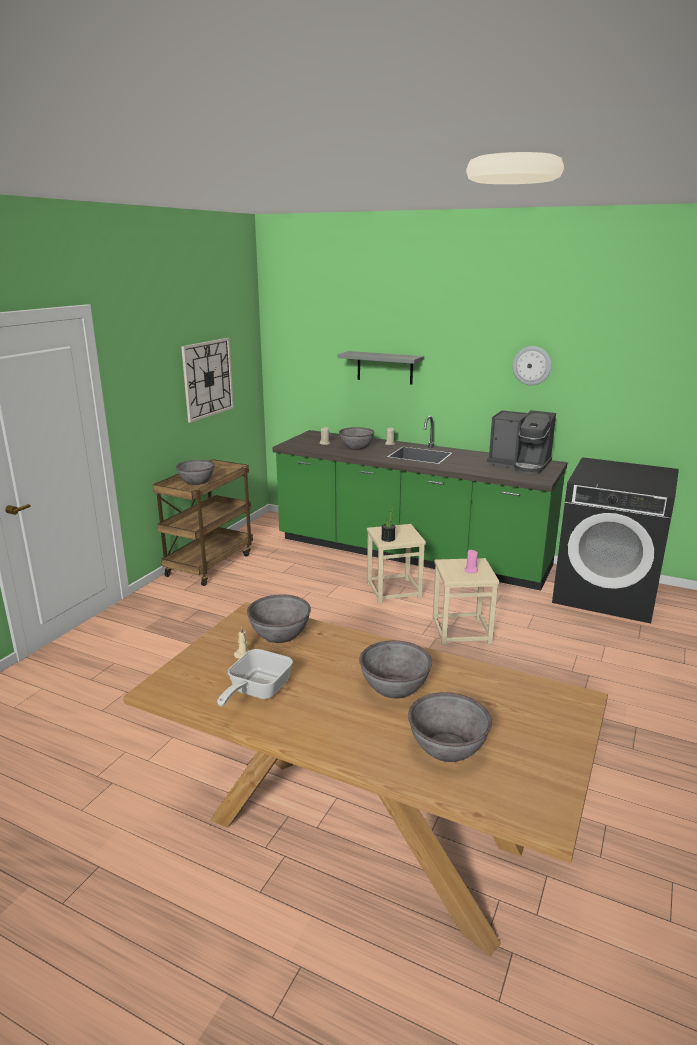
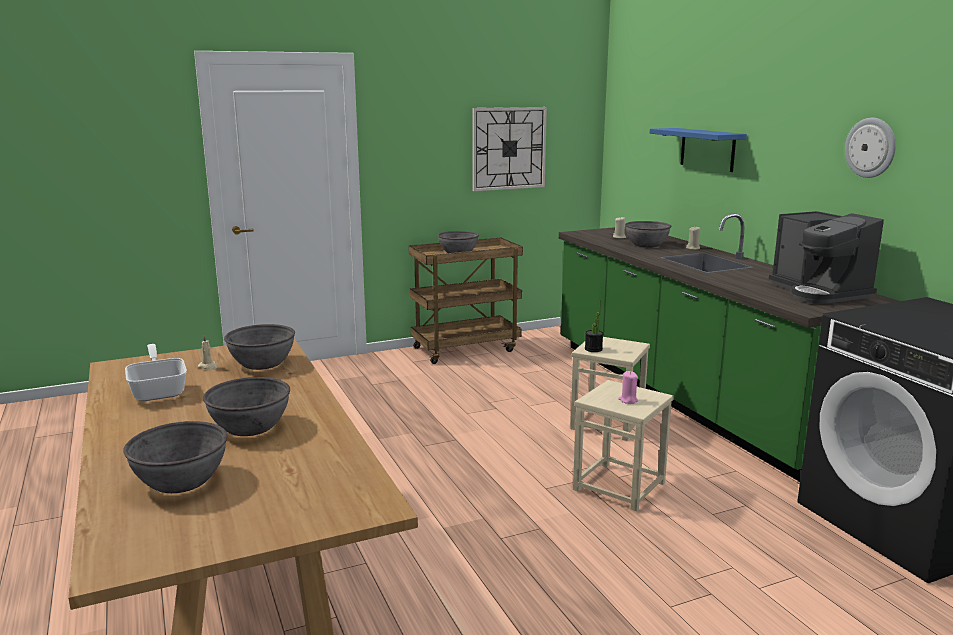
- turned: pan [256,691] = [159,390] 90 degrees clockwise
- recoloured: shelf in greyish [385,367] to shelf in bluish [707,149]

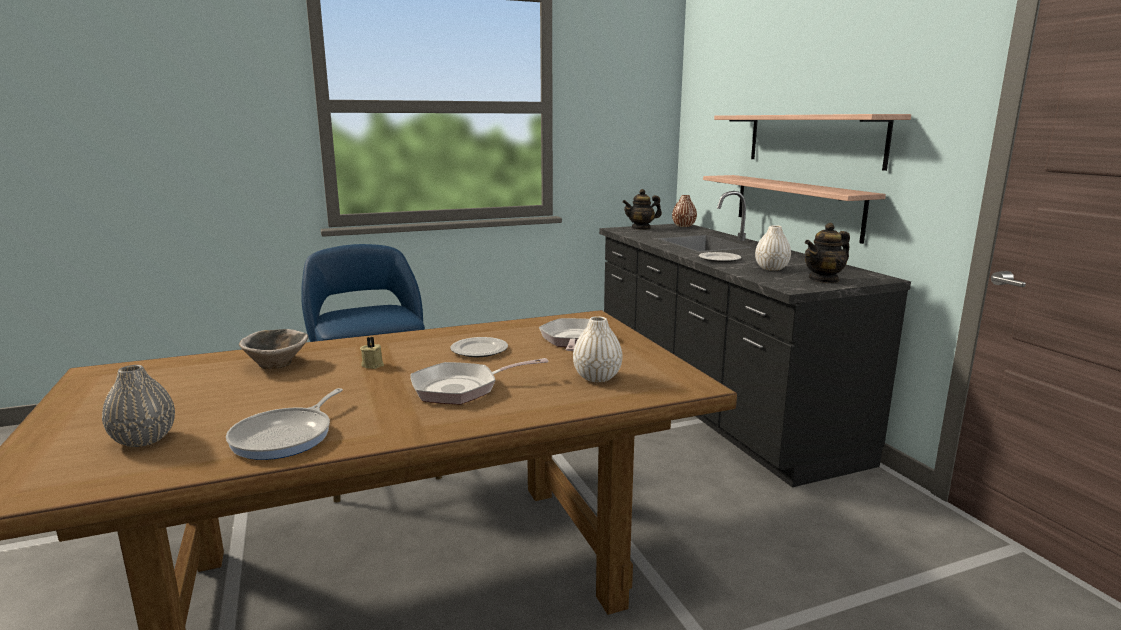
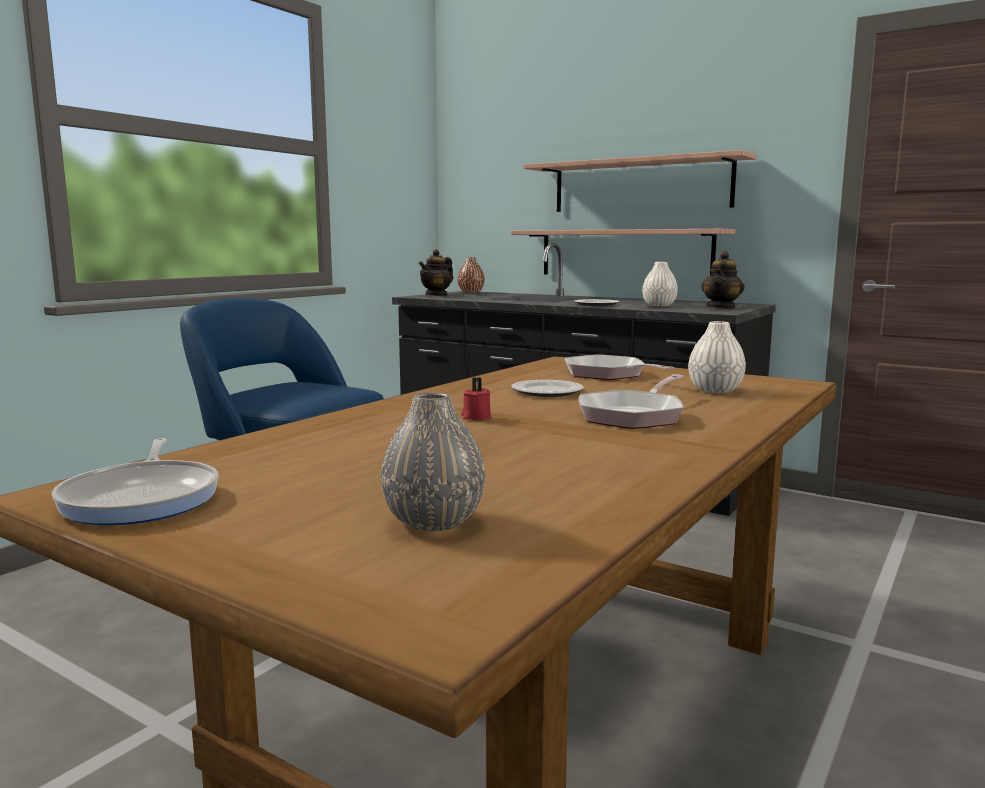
- moved: pan [286,436] to [143,498]
- recoloured: wax light in beige [373,365] to wax light in red [476,417]
- removed: serving bowl [277,364]

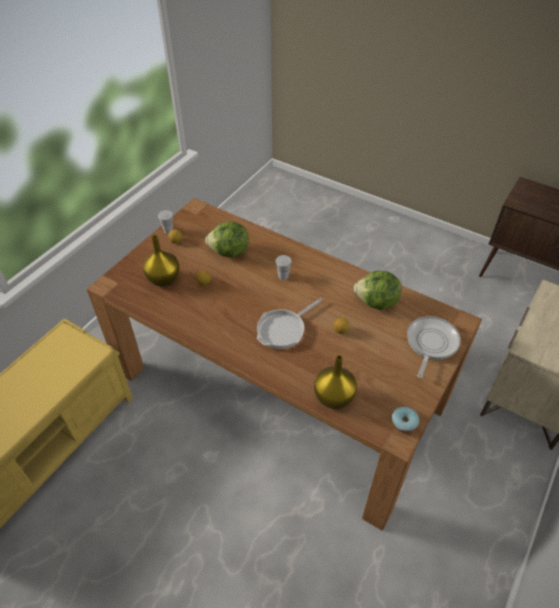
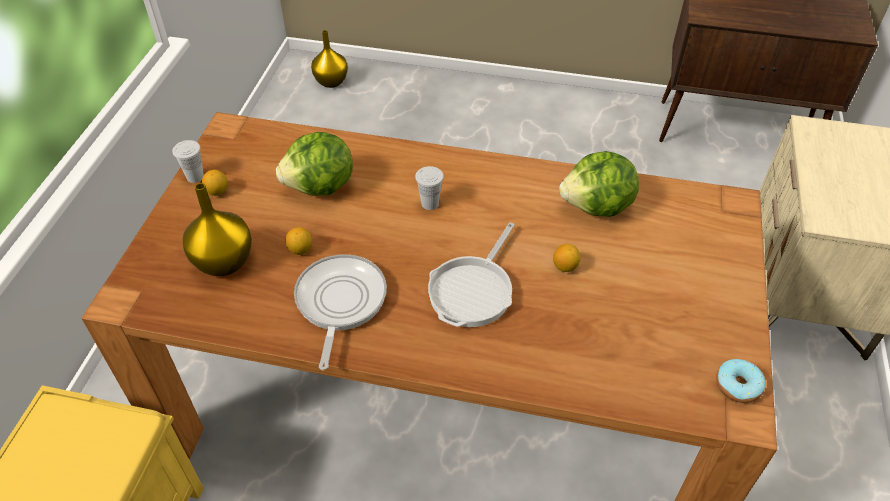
- moved: pan [430,343] to [339,302]
- moved: vase in yellowish [334,398] to [332,82]

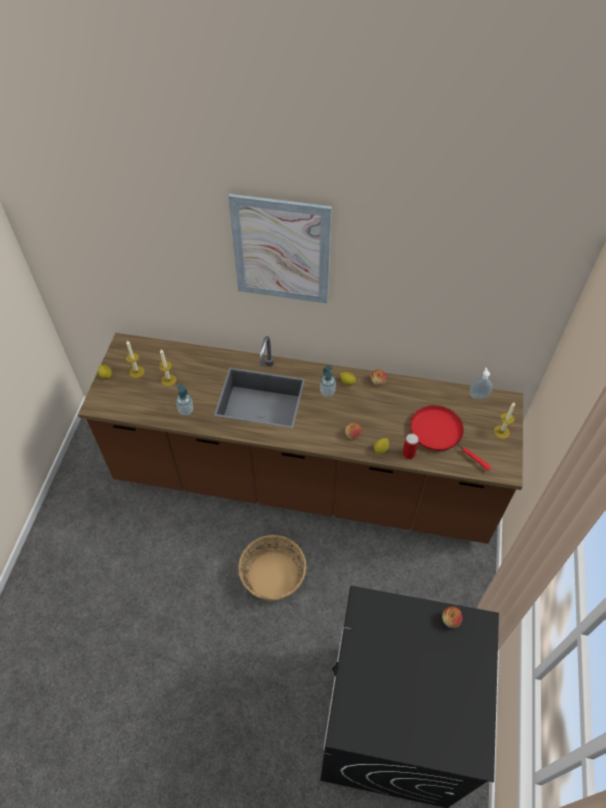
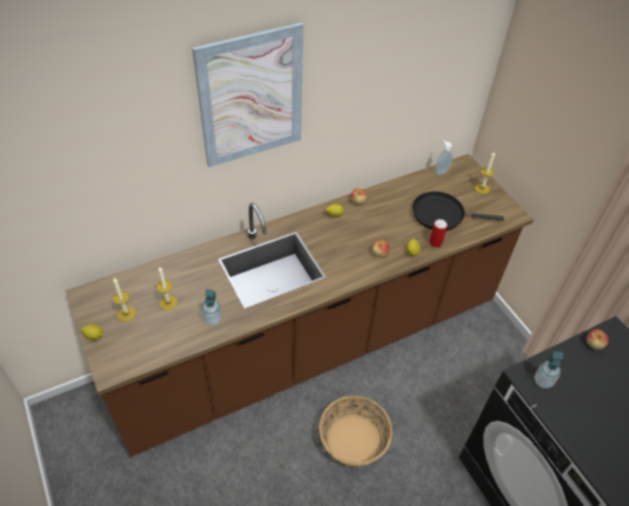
- recoloured: pan in red [439,433] to pan in black [441,214]
- moved: liquid soap bottle [327,392] to [543,381]

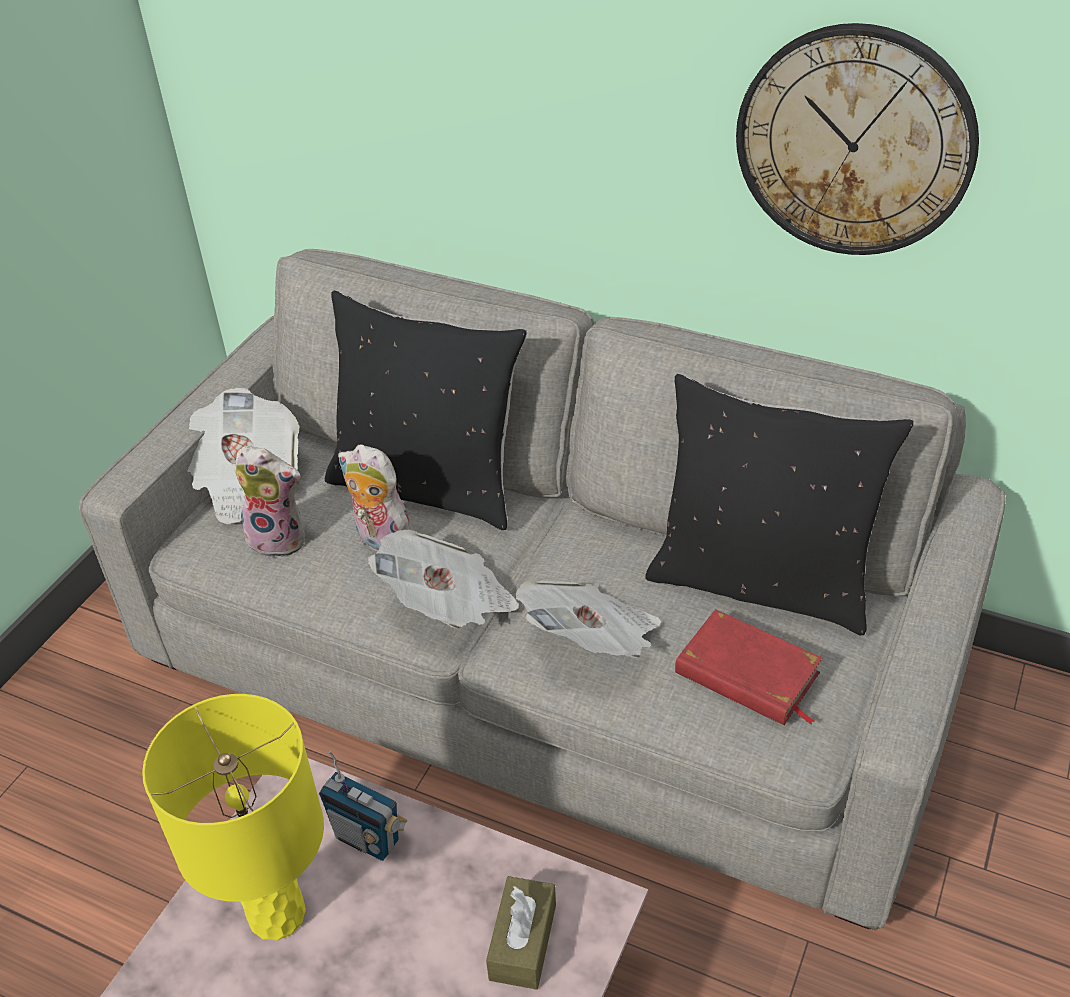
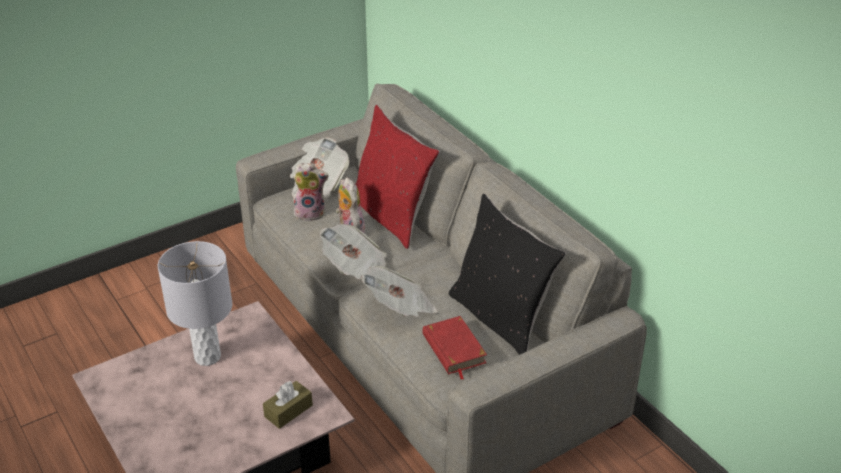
- recoloured: table lamp in yellowish [276,915] to table lamp in greyish [207,357]
- turned: plush toy [280,538] = [311,213] 45 degrees counterclockwise
- recoloured: throw pillow in black [429,484] to throw pillow in red [392,216]
- removed: radio [368,838]
- removed: wall clock [854,142]

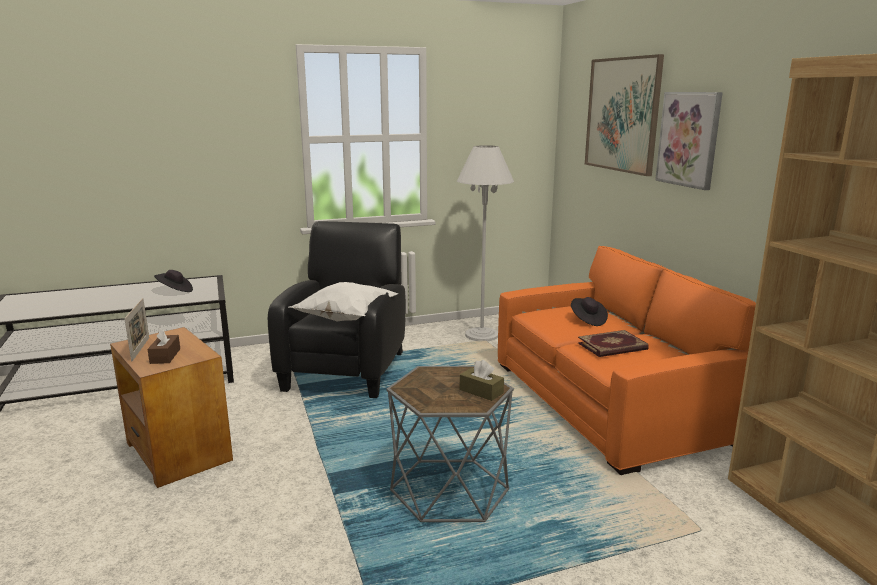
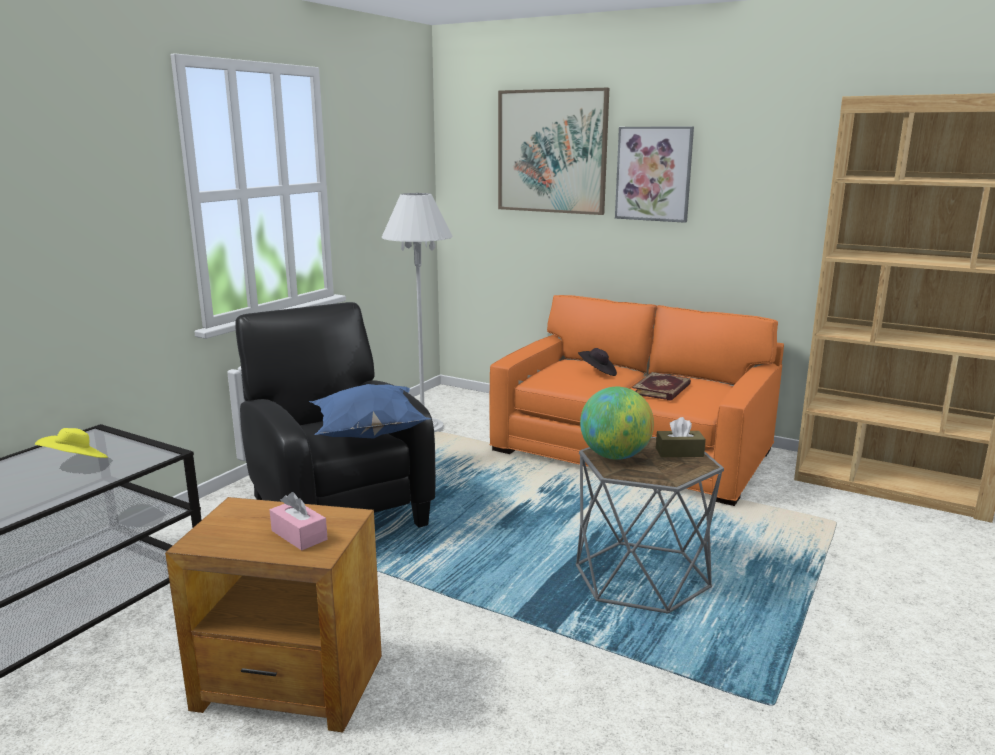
- recoloured: hat in black [175,291] to hat in yellowish [75,462]
- recoloured: box of tissues in brown-coloured [165,356] to box of tissues in pinkish [299,535]
- recoloured: throw pillow in white-coloured [345,319] to throw pillow in bluish [368,435]
- added: world globe [615,456]
- removed: photo frame [140,349]

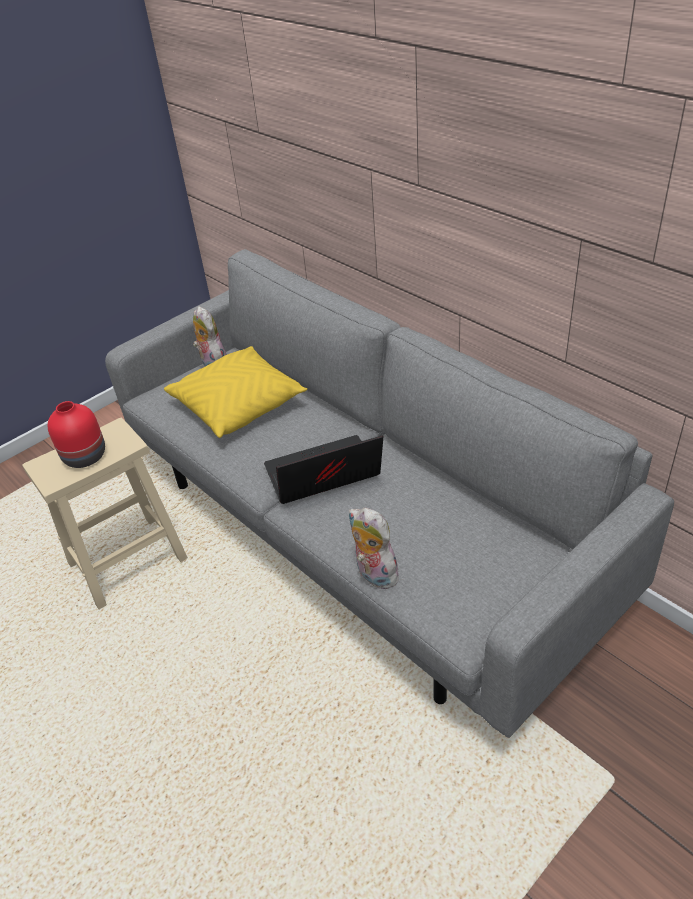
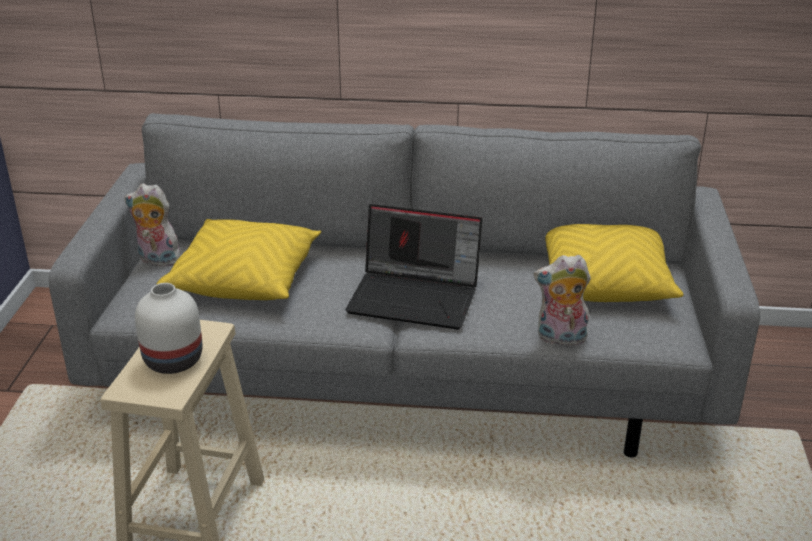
- recoloured: vase in red [84,455] to vase in white-coloured [171,360]
- turned: notebook computer [322,477] = [416,297] 105 degrees counterclockwise
- added: throw pillow in yellowish [603,281]

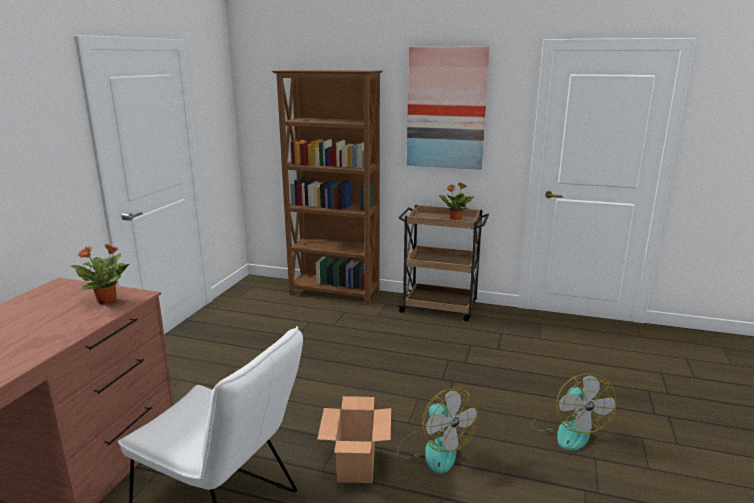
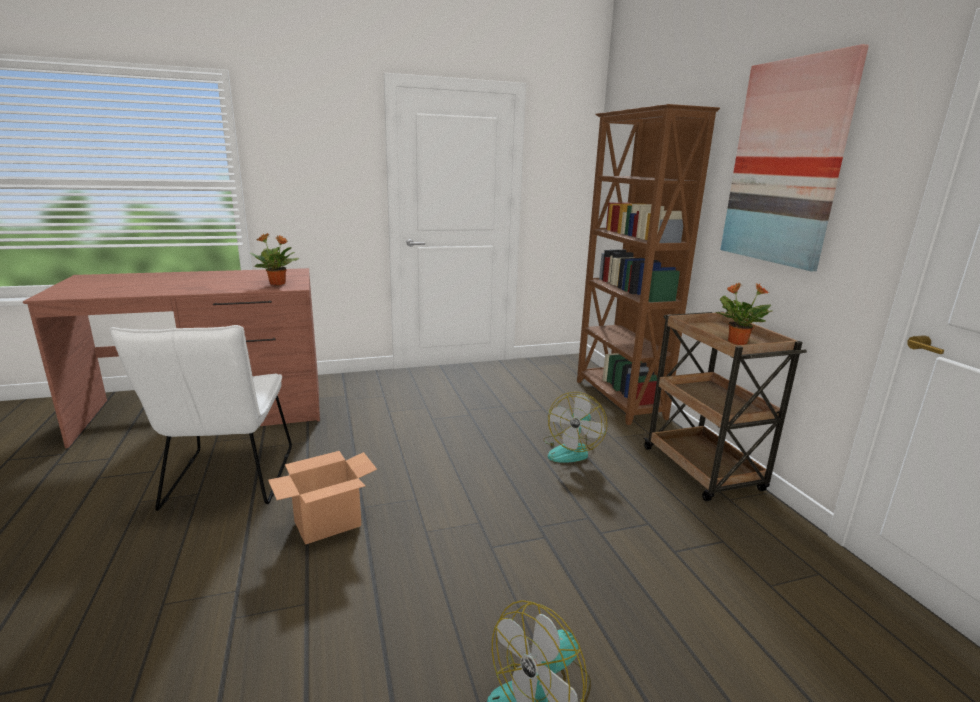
- moved: electric fan [434,450] to [571,450]

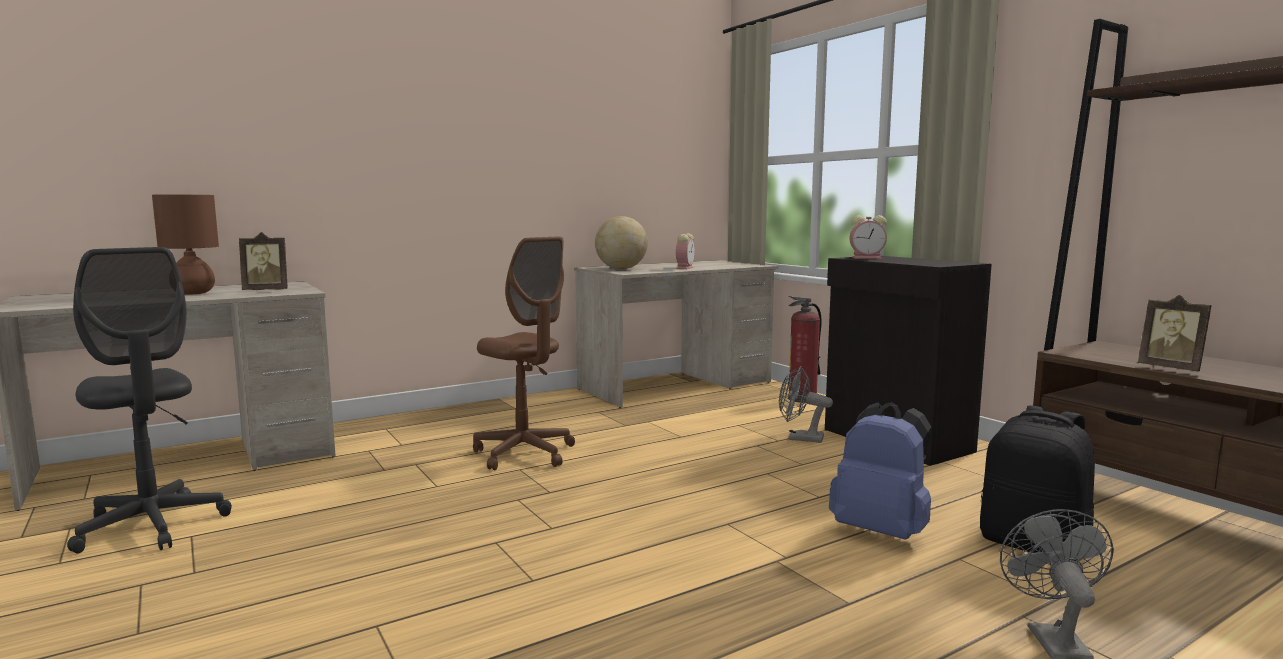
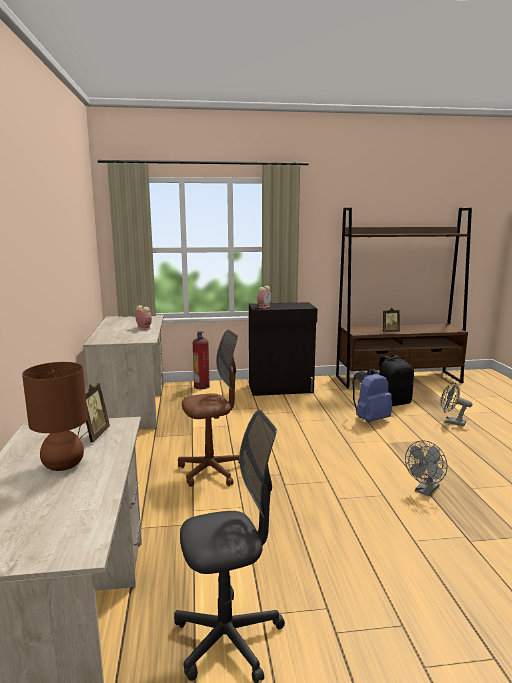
- moved: electric fan in greyish [799,438] to [425,491]
- removed: world globe [621,269]

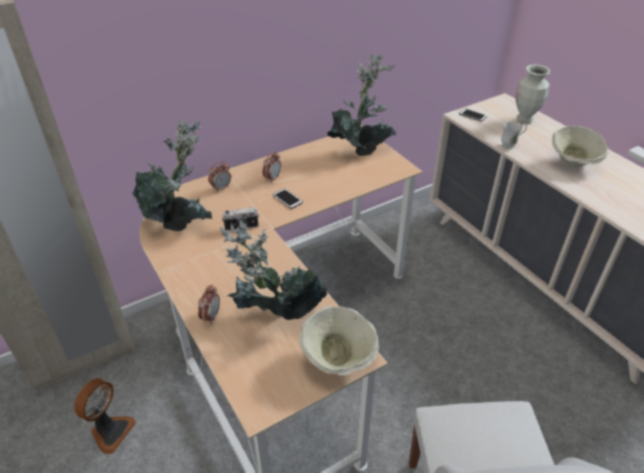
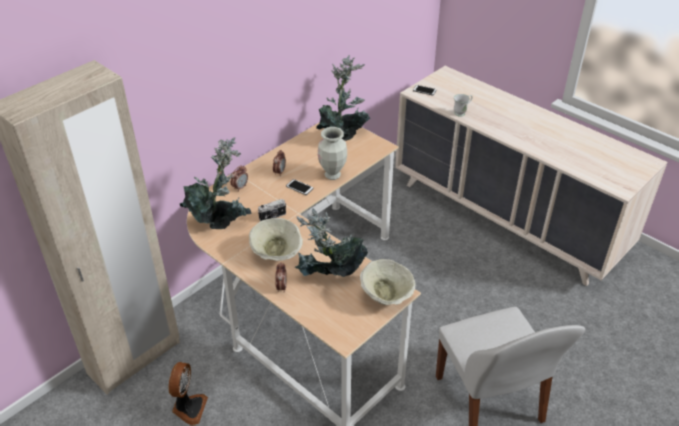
- moved: serving bowl in beige [573,162] to [277,254]
- moved: vase [524,119] to [332,175]

